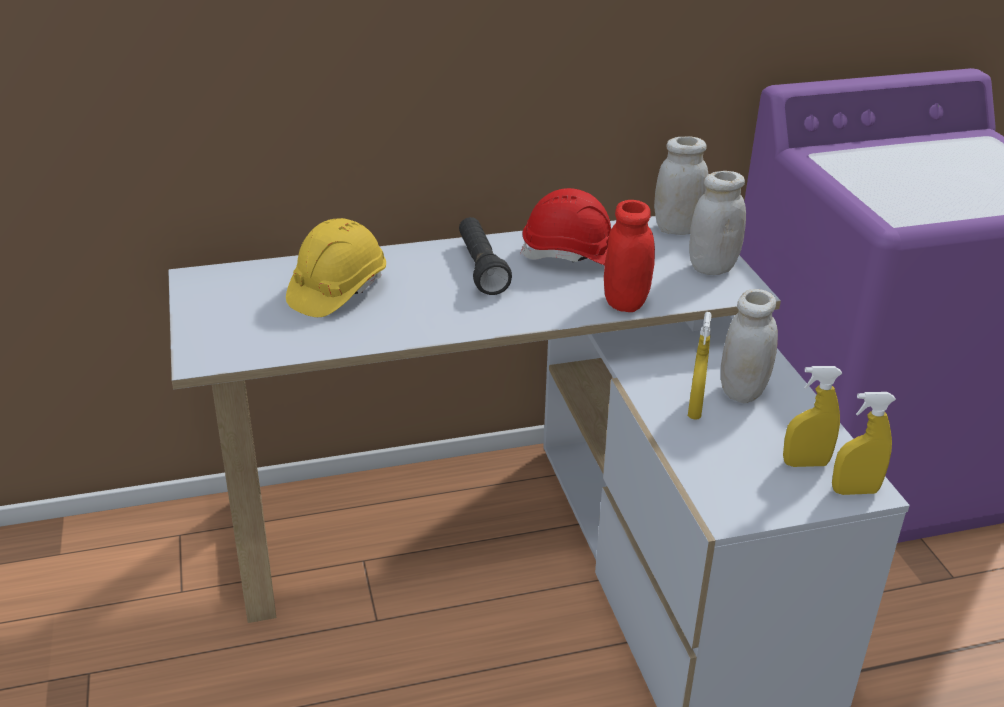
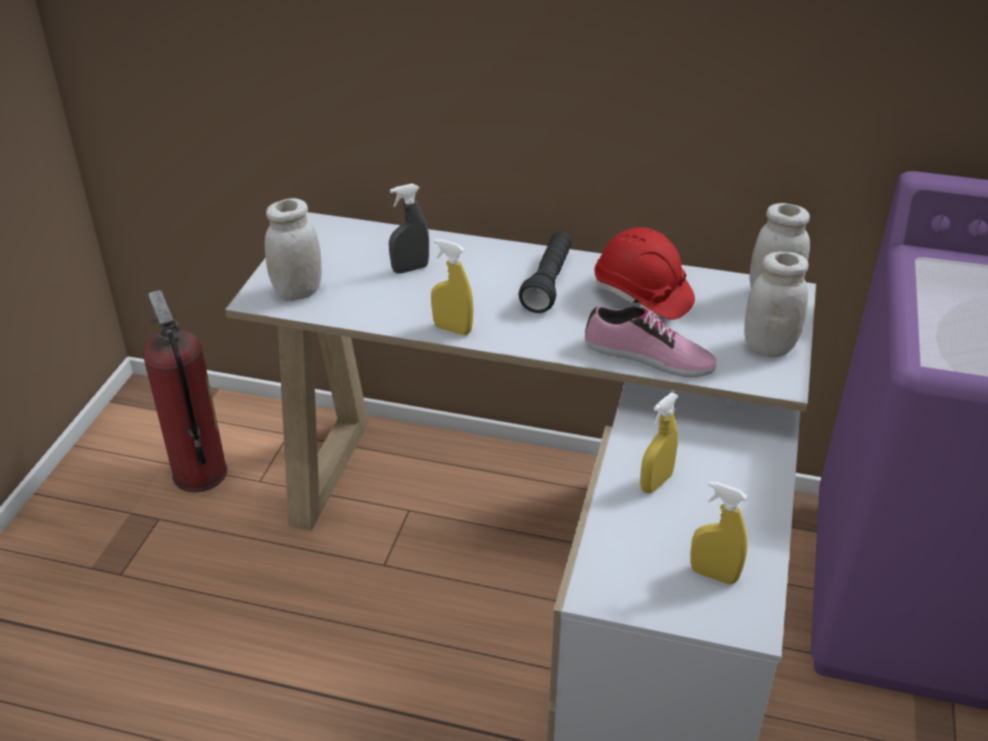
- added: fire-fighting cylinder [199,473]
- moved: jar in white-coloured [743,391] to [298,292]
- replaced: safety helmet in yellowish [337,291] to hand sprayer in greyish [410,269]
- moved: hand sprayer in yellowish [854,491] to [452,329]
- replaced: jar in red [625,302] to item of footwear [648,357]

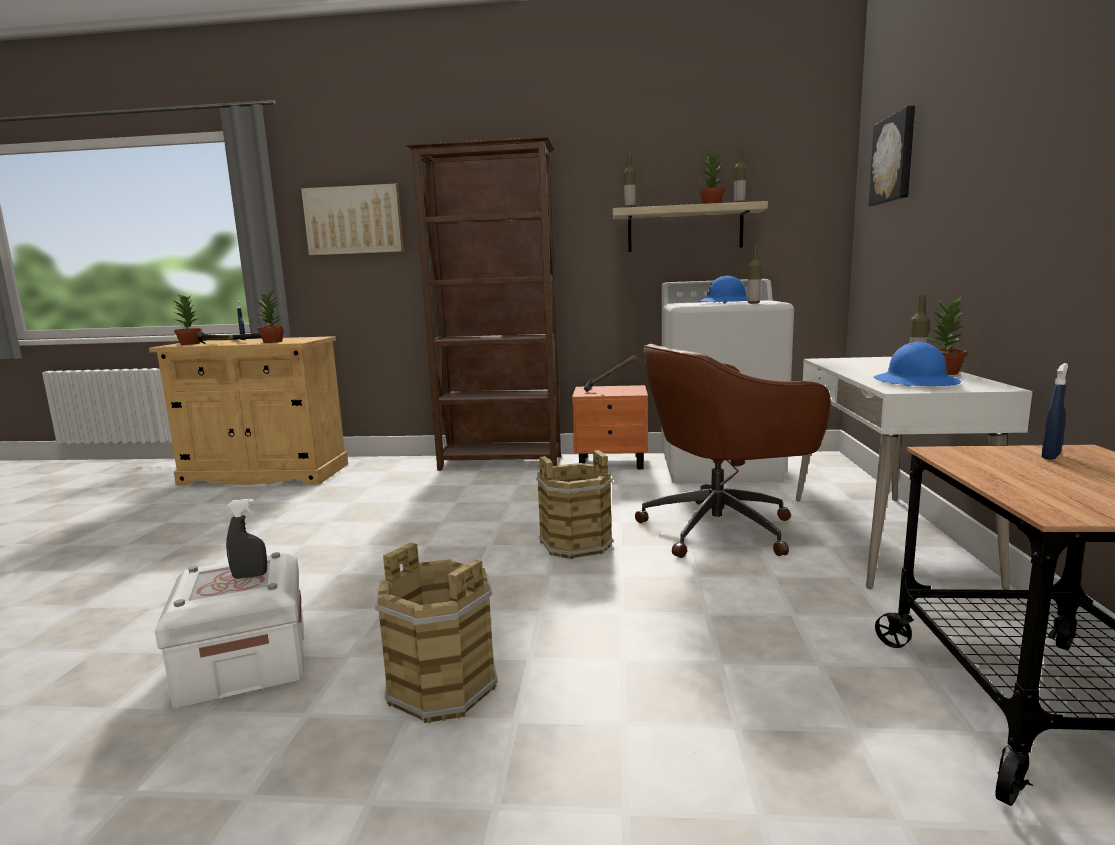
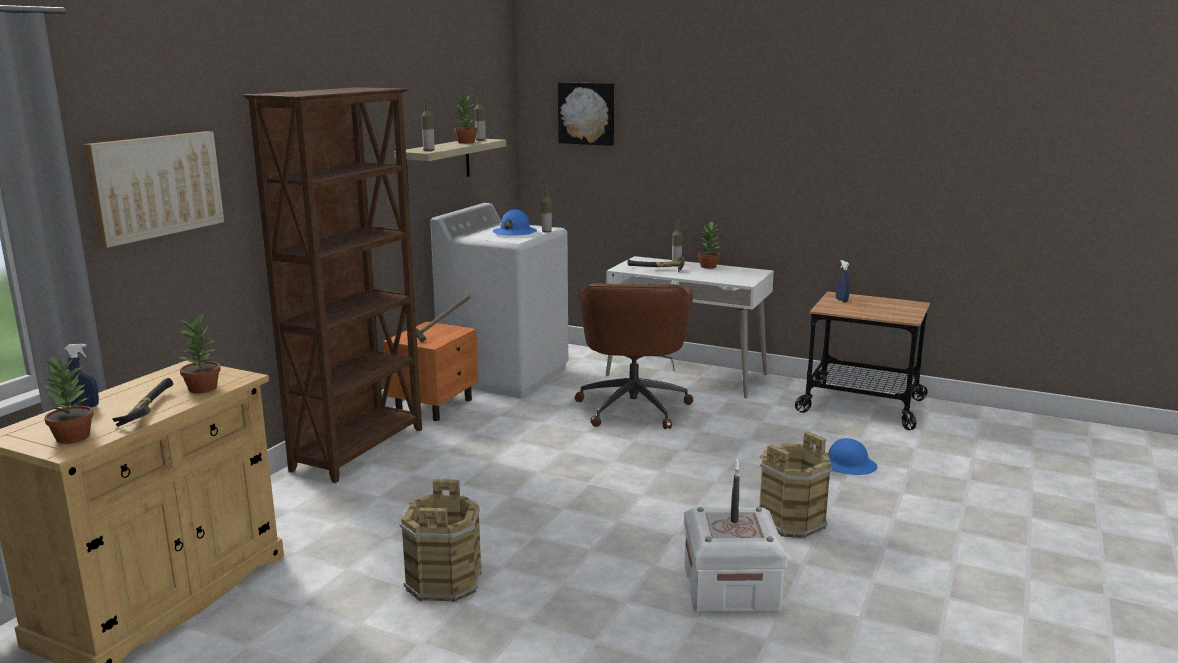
- moved: water bucket in brown-coloured [576,544] to [444,581]
- added: hammer [657,269]
- moved: safety helmet in bluish [916,382] to [847,465]

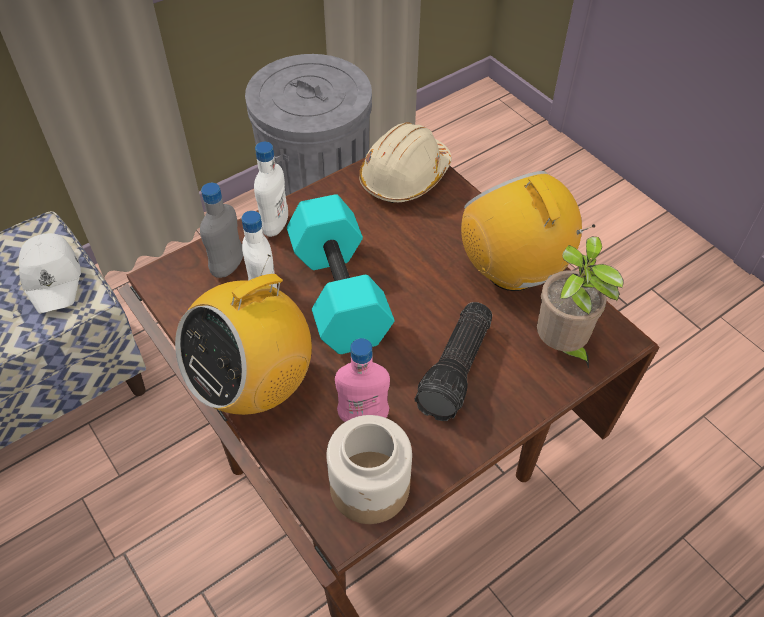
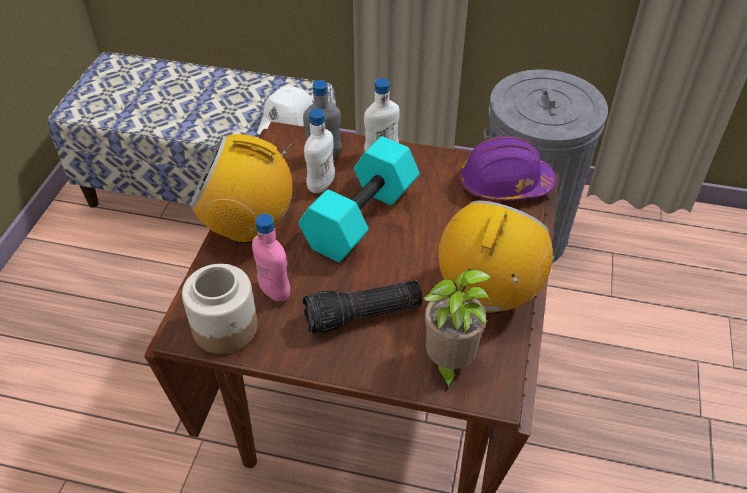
- recoloured: safety helmet in beige [405,177] to safety helmet in purplish [504,184]

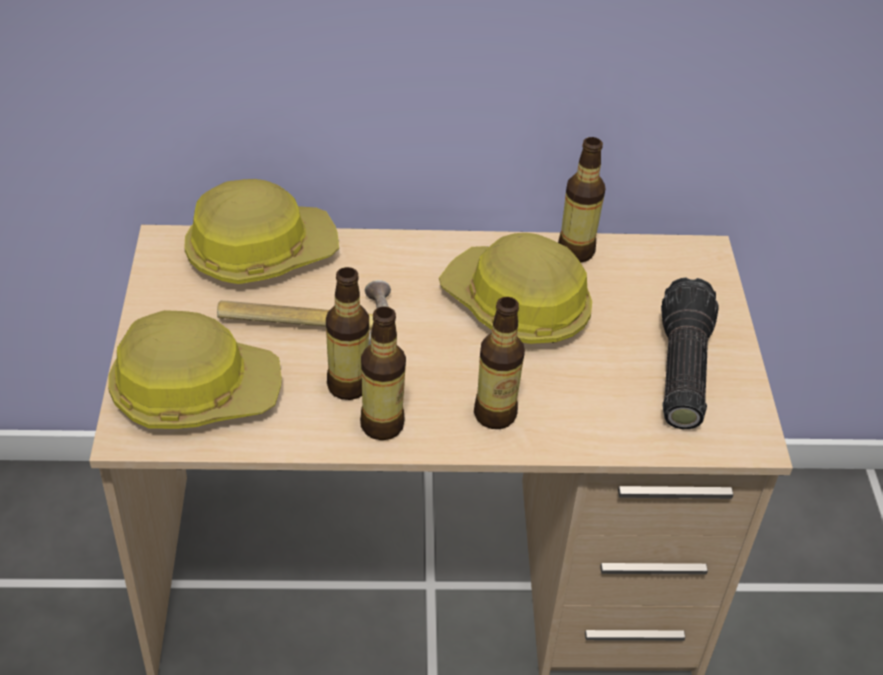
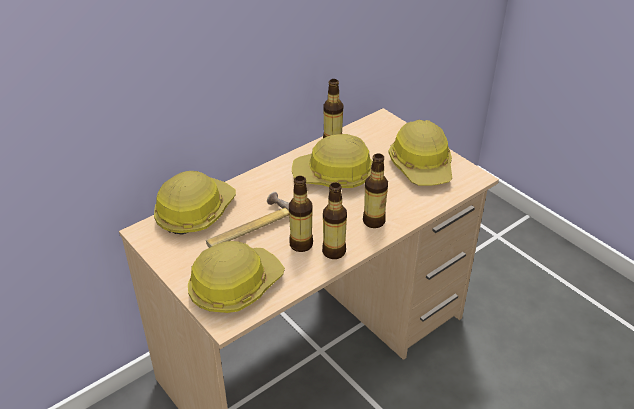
- replaced: torch [679,368] to safety helmet [422,165]

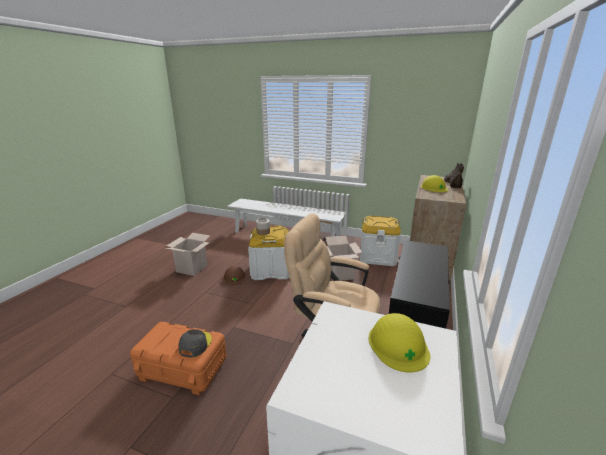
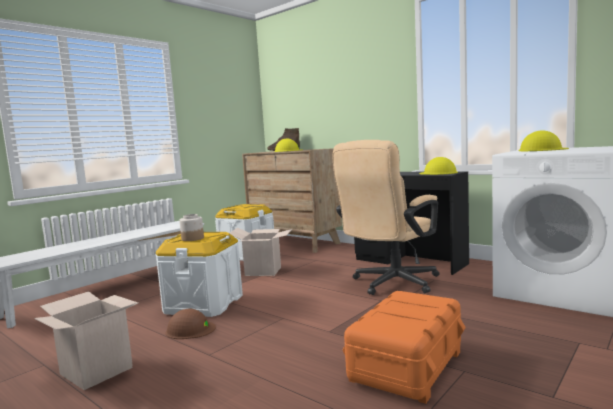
- added: safety helmet in yellowish [438,173]
- removed: baseball cap in greyish [195,344]

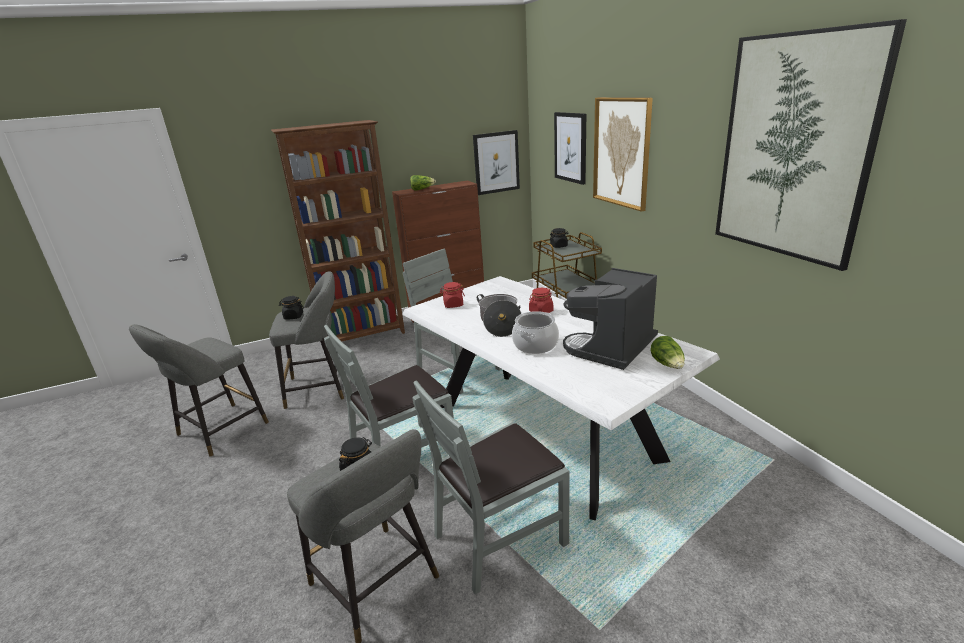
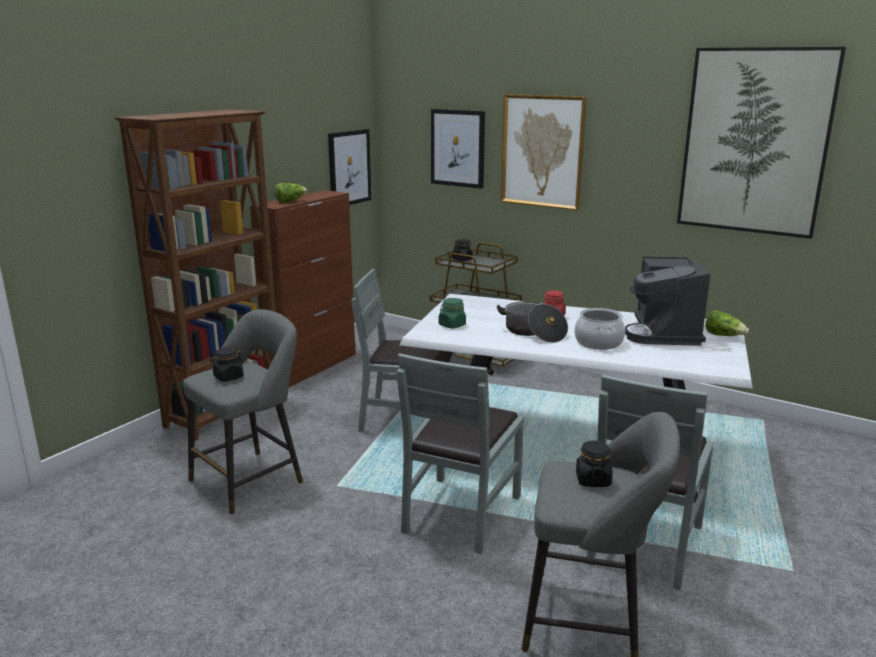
- recoloured: jar in red [453,305] to jar in green-coloured [452,325]
- removed: stool seat in greyish [218,431]

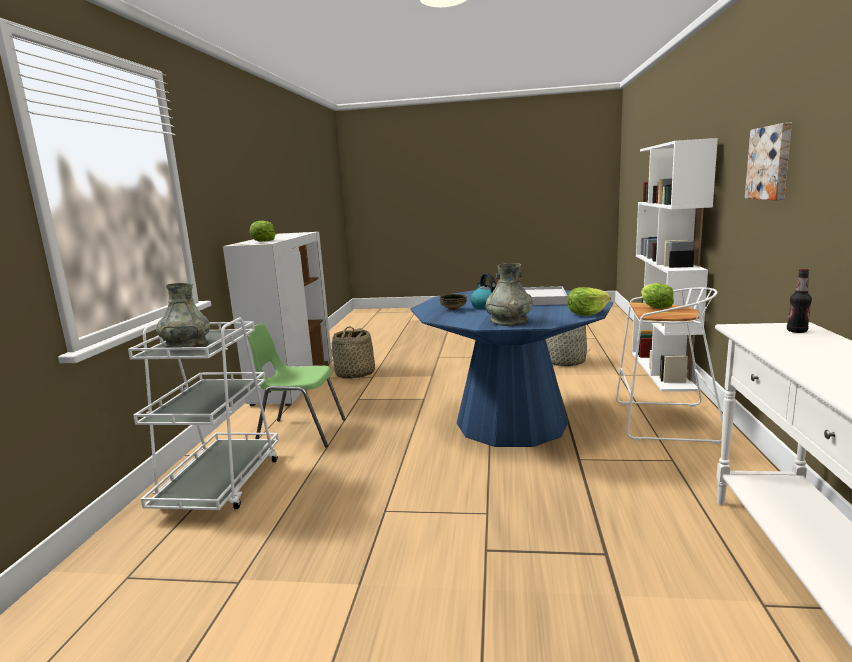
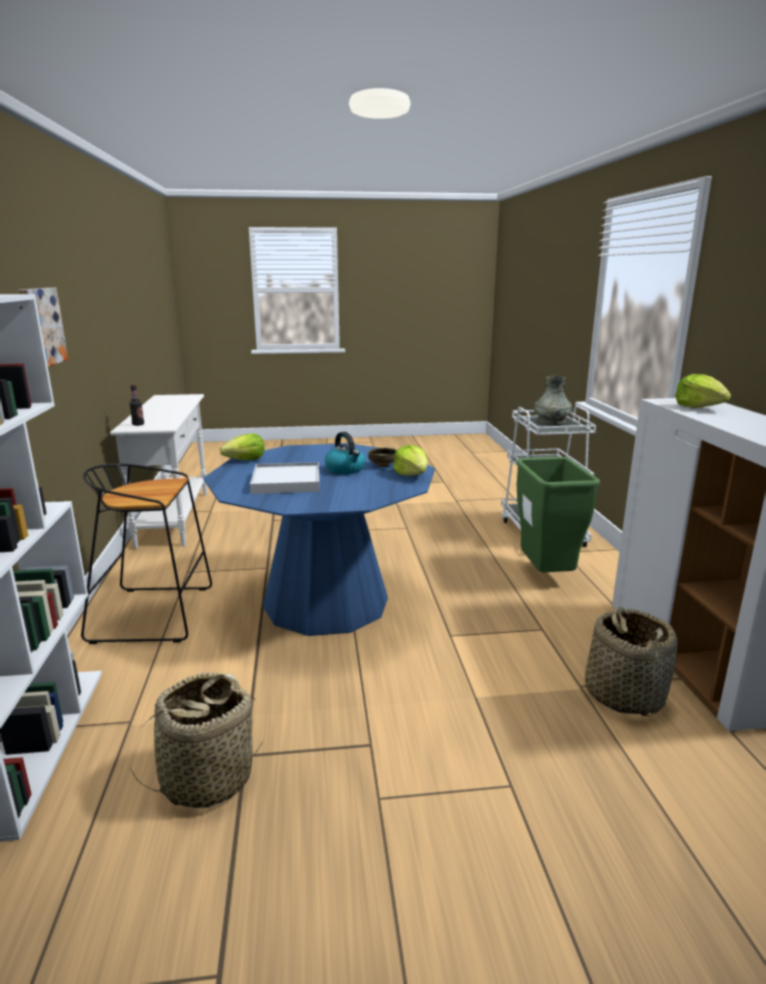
- recoloured: stool seat in white-coloured [663,422] to stool seat in black [155,613]
- moved: lettuce head [655,306] to [412,474]
- replaced: plain chair in green-coloured [300,432] to waste bin in green-coloured [546,576]
- removed: vase in greyish [509,321]

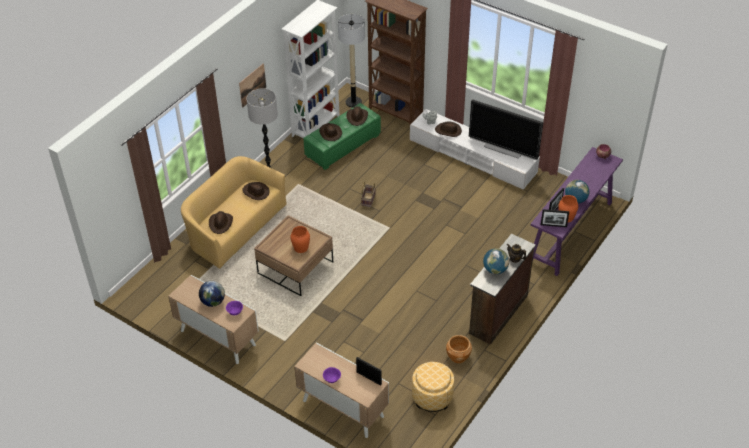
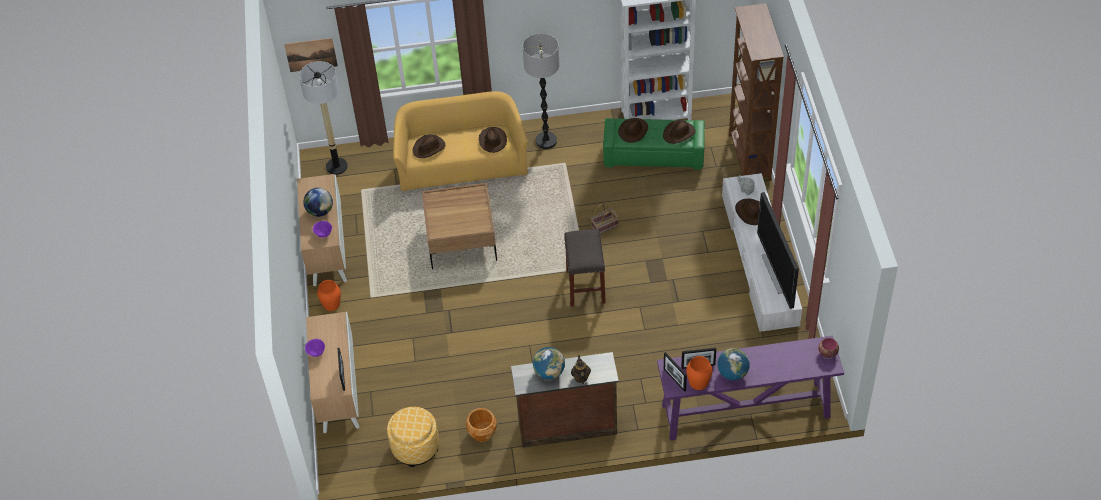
- moved: wall art [252,85] to [311,54]
- moved: floor lamp [353,102] to [336,166]
- moved: vase in orangey [301,247] to [331,304]
- added: stool seat in greyish [586,287]

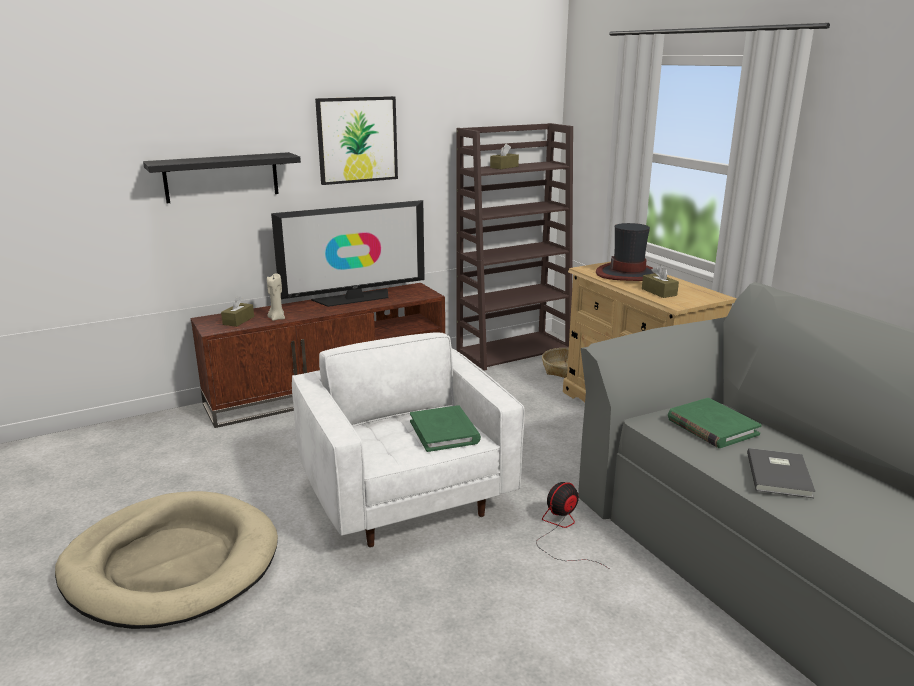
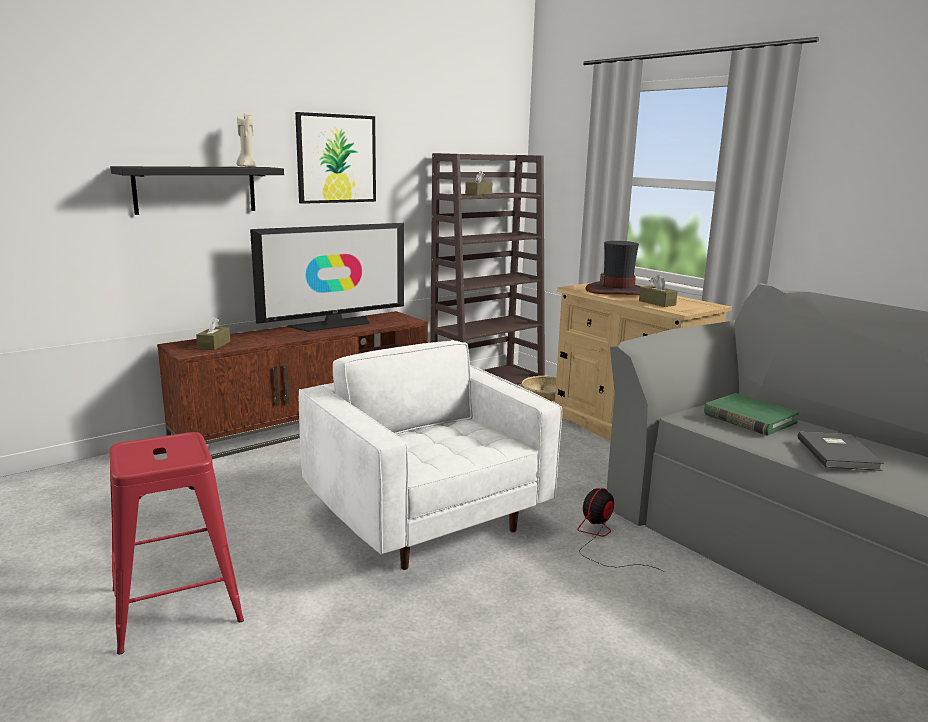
- replaced: dog bed in beige [171,564] to stool seat in red [177,605]
- moved: wax light in beige [277,318] to [247,167]
- removed: book in green-coloured [444,432]

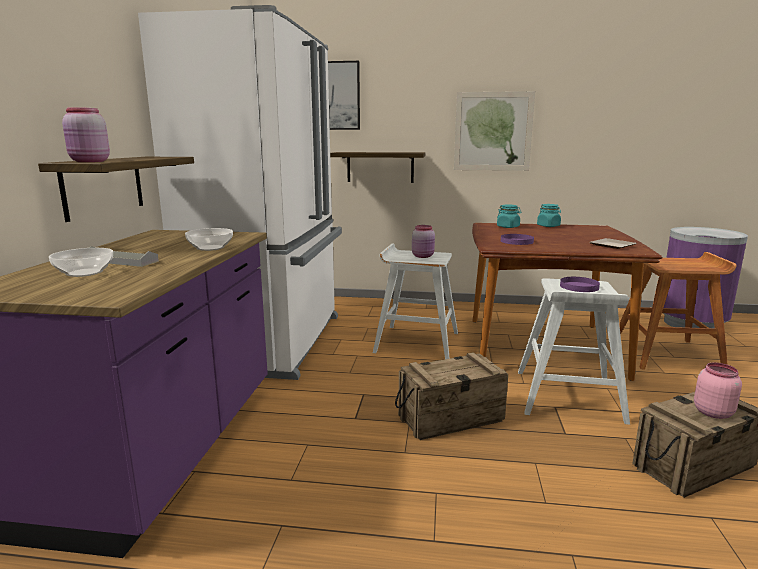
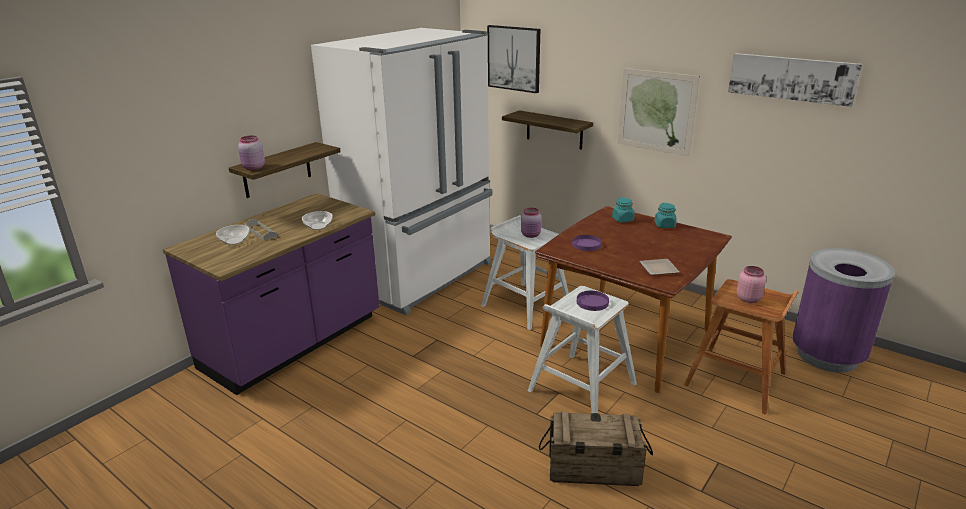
- added: wall art [791,78]
- moved: jar in pinkish [712,412] to [748,298]
- removed: packing crate [450,418]

